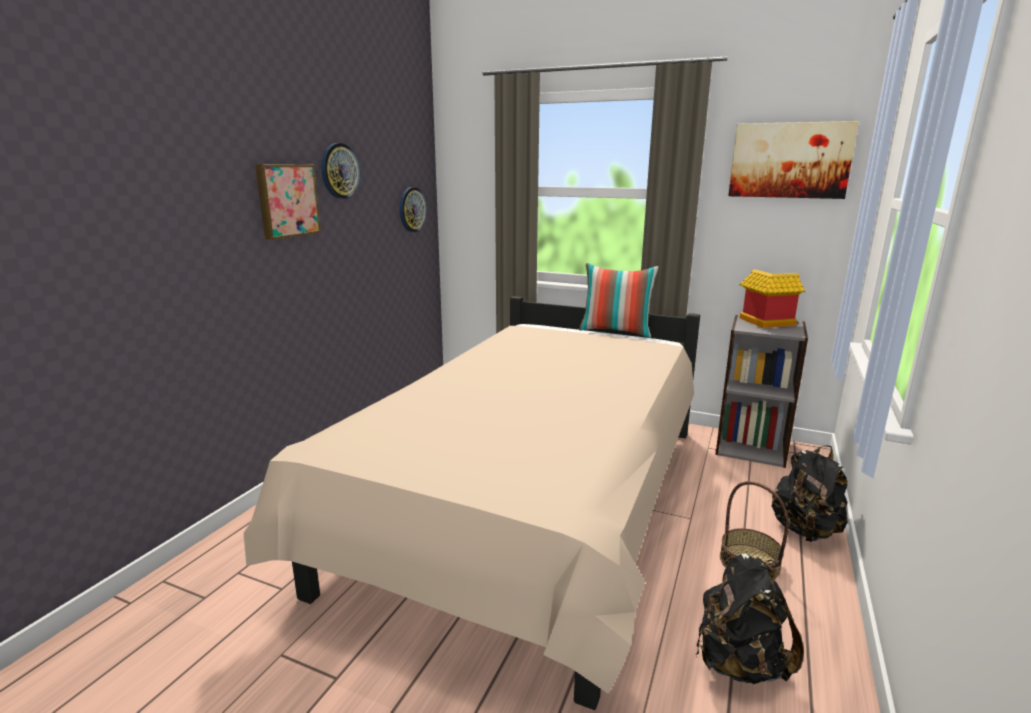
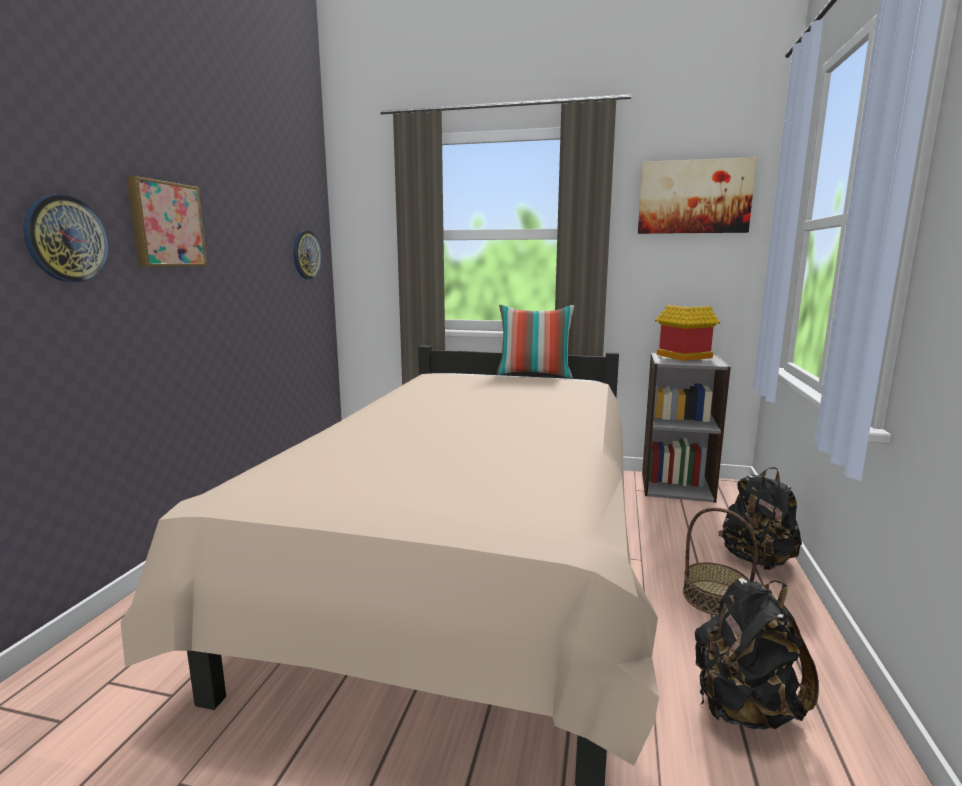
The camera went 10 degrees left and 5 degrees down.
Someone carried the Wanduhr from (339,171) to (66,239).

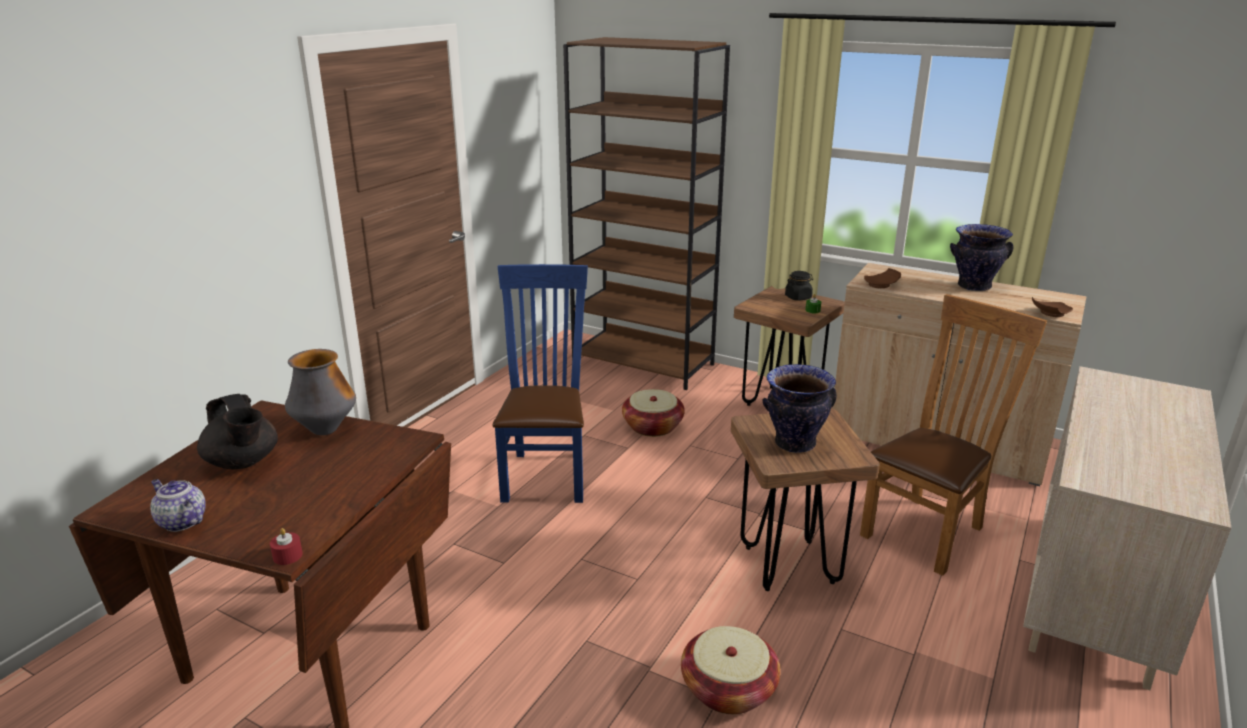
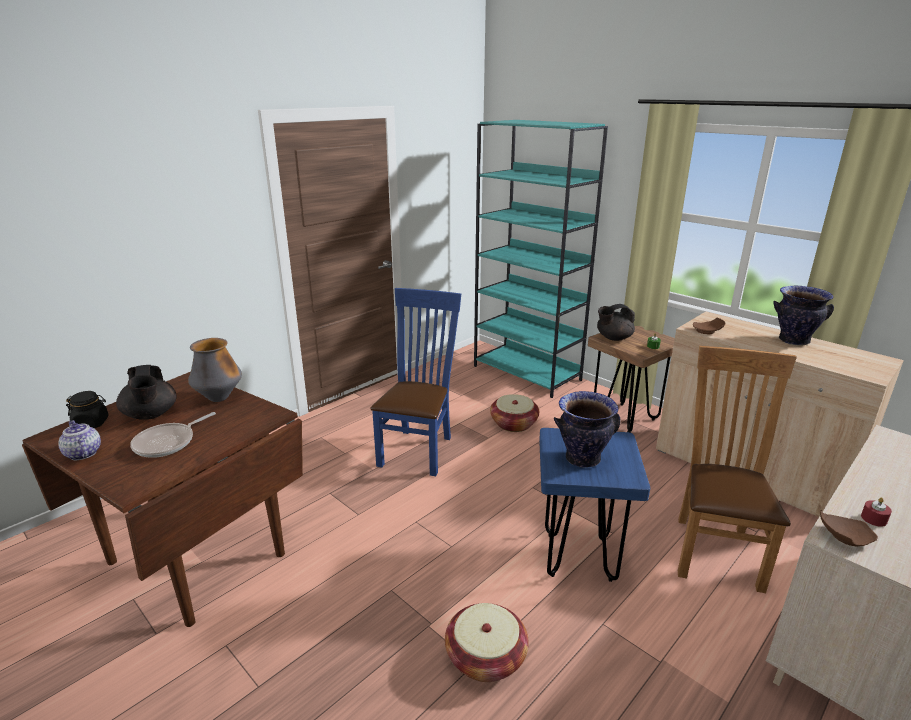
The camera went 15 degrees right and 0 degrees up.
Someone put down the Pfanne at (168,443).
Someone put down the Teekanne/schwarz at (613,338).
Someone carried the Kerze/rot from (287,556) to (873,519).
Someone carried the Vorratsglas/schwarz from (798,297) to (91,423).
Someone carried the Teller/braun from (1049,313) to (843,536).
Someone repainted the Bücherregal/braun at (644,363), which became the Bücherregal/türkis at (527,373).
Someone repainted the Hocker/braun at (789,564), which became the Hocker/blau at (579,557).
Someone rotated the Stuhl/braun at (928,530) by 45 degrees counterclockwise.

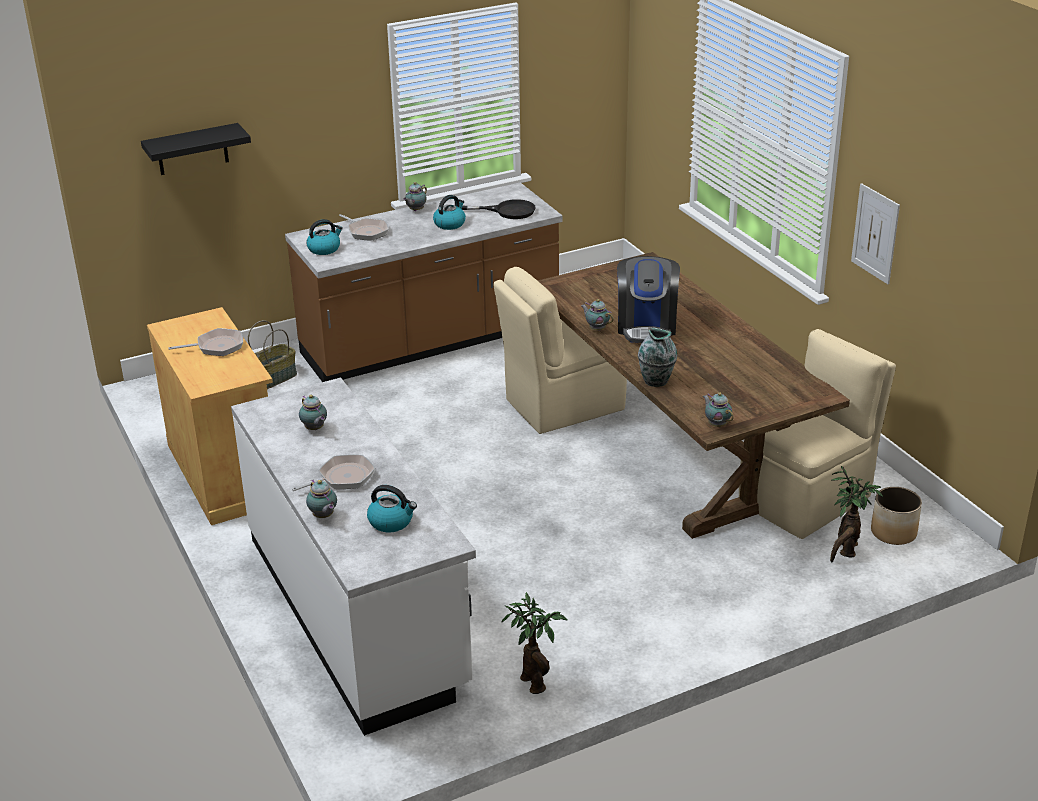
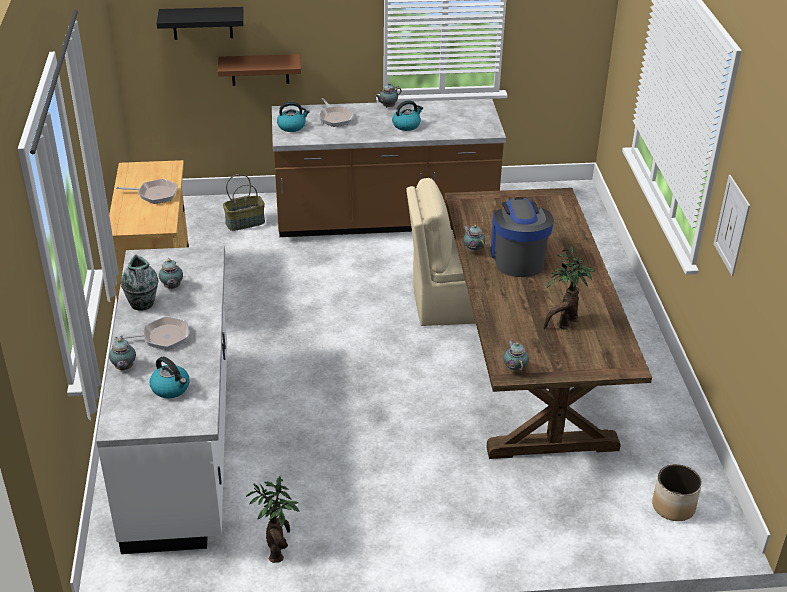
The camera went 20 degrees right and 5 degrees up.
Someone took away the Pfanne/schwarz at (507,211).
Someone took away the Stuhl/beige at (807,498).
Someone put up the Wandregal/braun at (260,69).
Someone carried the Vase from (656,381) to (142,304).
Someone carried the Topfpflanze from (845,551) to (563,324).
Someone rotated the Kaffeemaschine at (646,326) by 150 degrees clockwise.

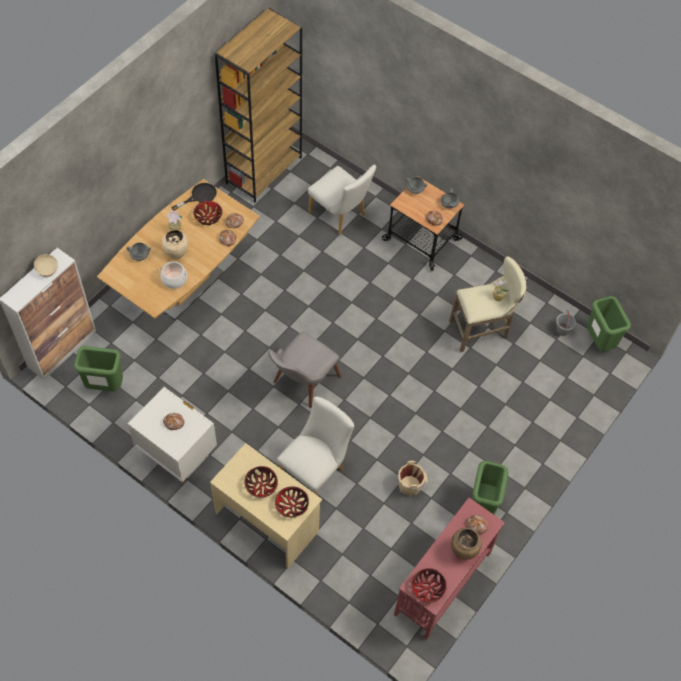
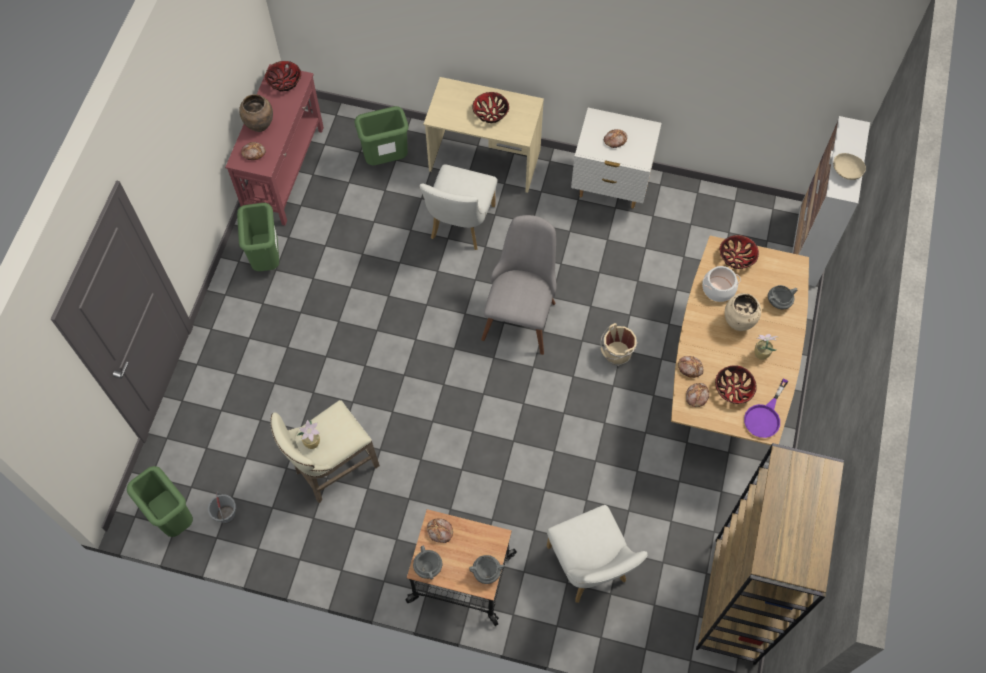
The camera went 160 degrees right and 5 degrees up.
Someone carried the Mülleimer/grün from (104,386) to (386,159).
Someone carried the Schüssel from (291,506) to (737,257).
Someone carried the Eimer/beige from (411,485) to (616,354).
Someone repainted the Pfanne/schwarz at (199,196), which became the Pfanne/lila at (764,416).
Someone rotated the Stuhl/weiß at (340,215) by 135 degrees counterclockwise.

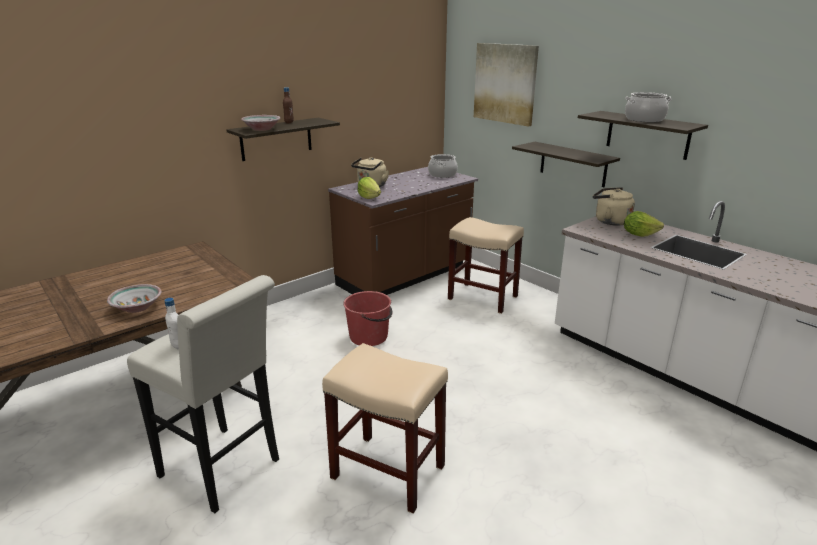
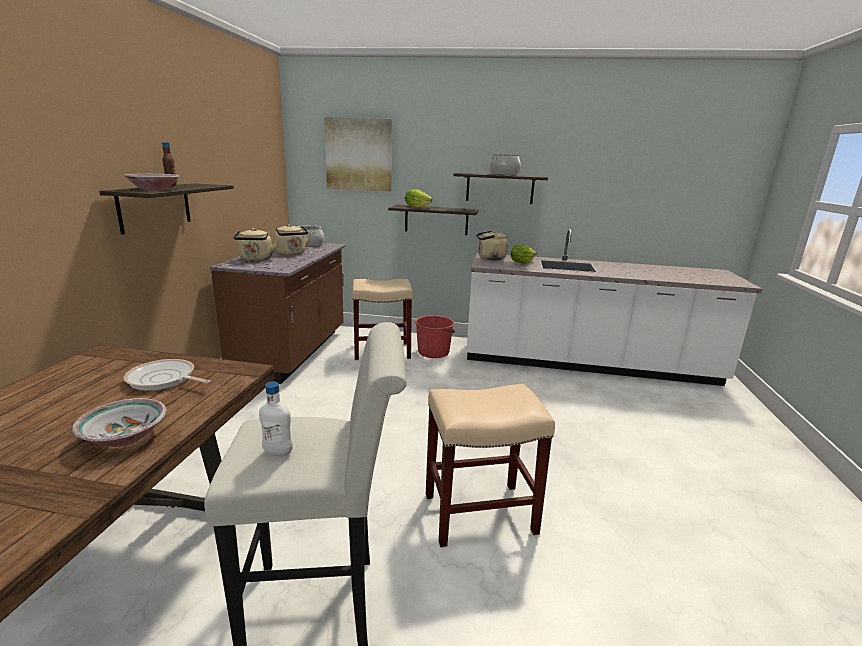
The camera went 40 degrees left and 5 degrees down.
Someone put down the Pfanne at (164,380).
Someone put down the Wasserkessel/beige at (292,254).
Someone carried the Eimer/rot from (369,336) to (434,352).
Someone carried the Salatkopf from (369,197) to (416,207).

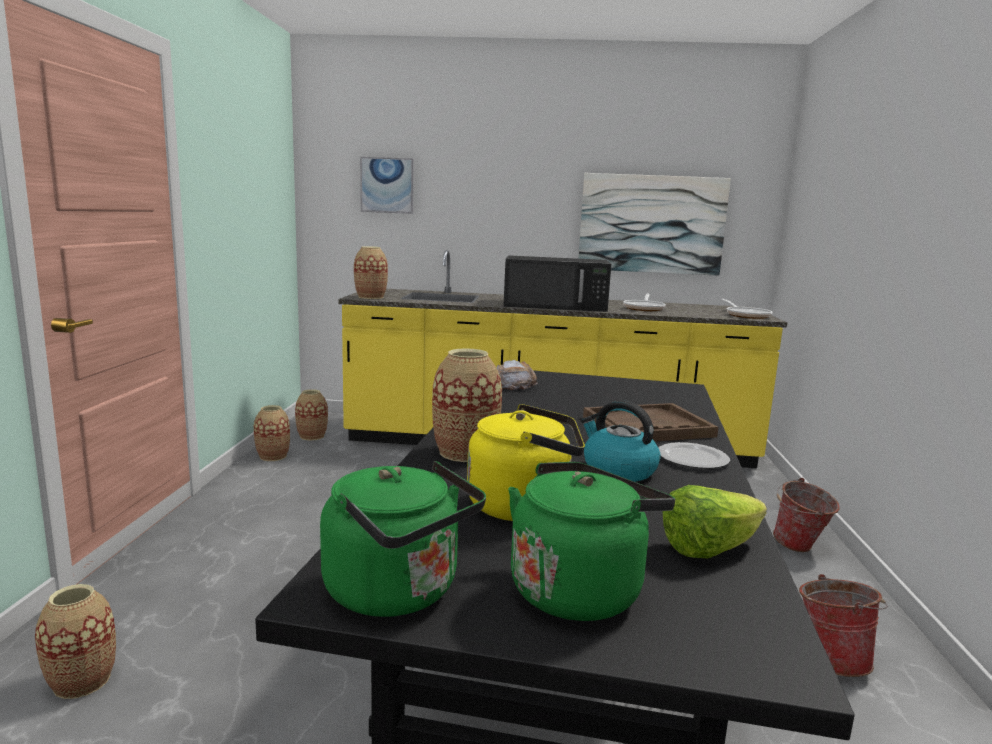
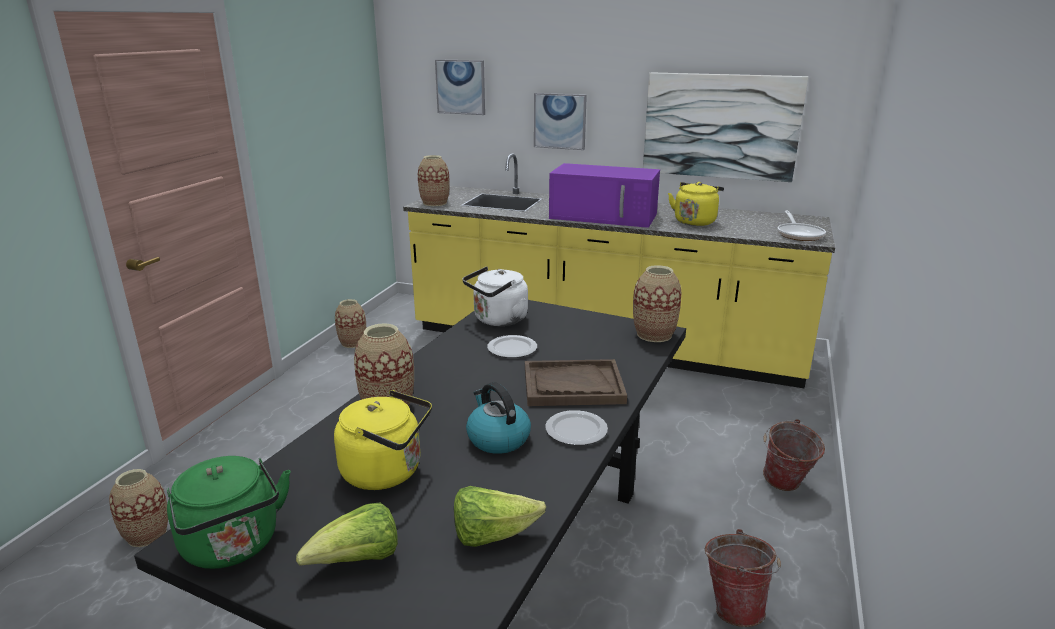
The camera went 15 degrees right and 10 degrees up.
Someone put down the Teller at (512,348).
Someone put up the Bild at (560,121).
Someone carried the Vase from (312,436) to (654,334).
Someone swapped the Brot at (512,384) for the Wasserkessel/weiß at (498,320).
Someone swapped the Wasserkessel/grün at (579,589) for the Salatkopf at (358,561).
Someone swapped the Pfanne at (644,308) for the Wasserkessel/gelb at (695,221).
Someone repainted the Mikrowelle/schwarz at (556,305), which became the Mikrowelle/lila at (605,216).

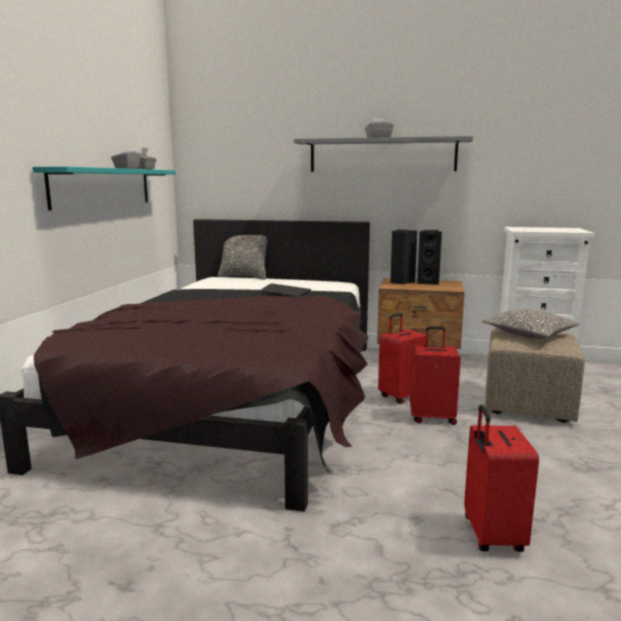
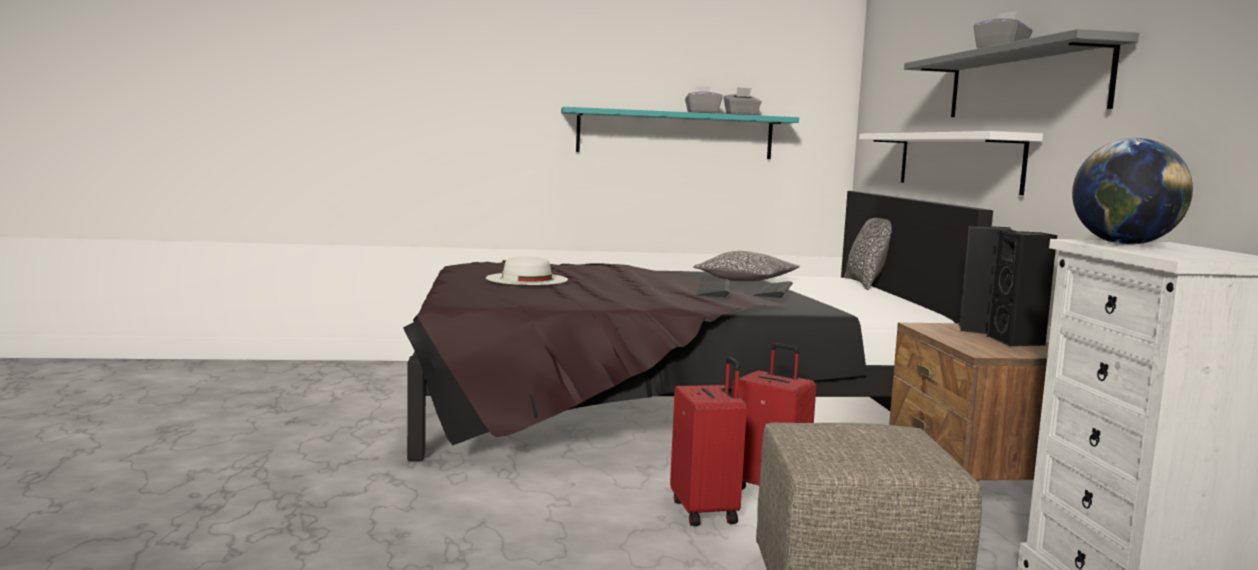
The camera went 70 degrees right and 5 degrees down.
Someone took away the Koffer/rot at (491,535).
Someone put down the Hut/weiß at (527,279).
Someone put down the Tastatur at (713,290).
Someone put up the Wandregal/weiß at (957,161).
Someone put down the Globus at (1124,244).
Someone carried the Kissen from (529,334) to (746,280).

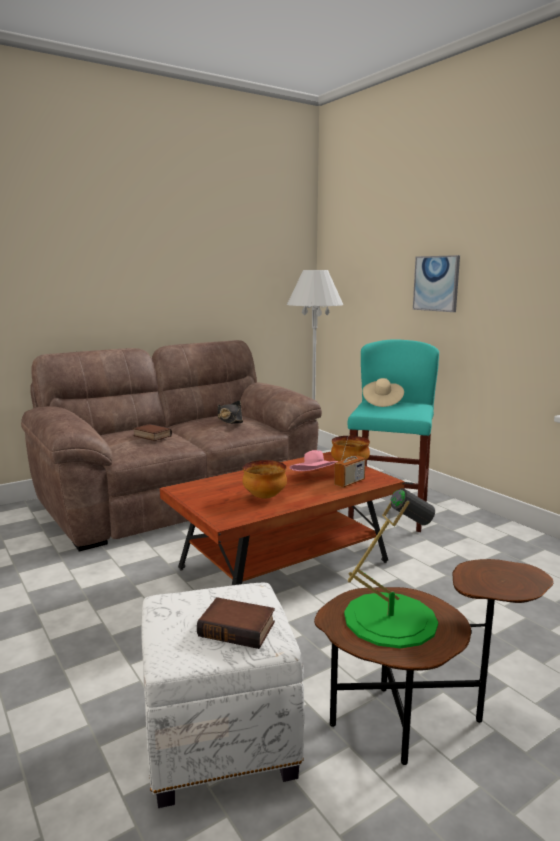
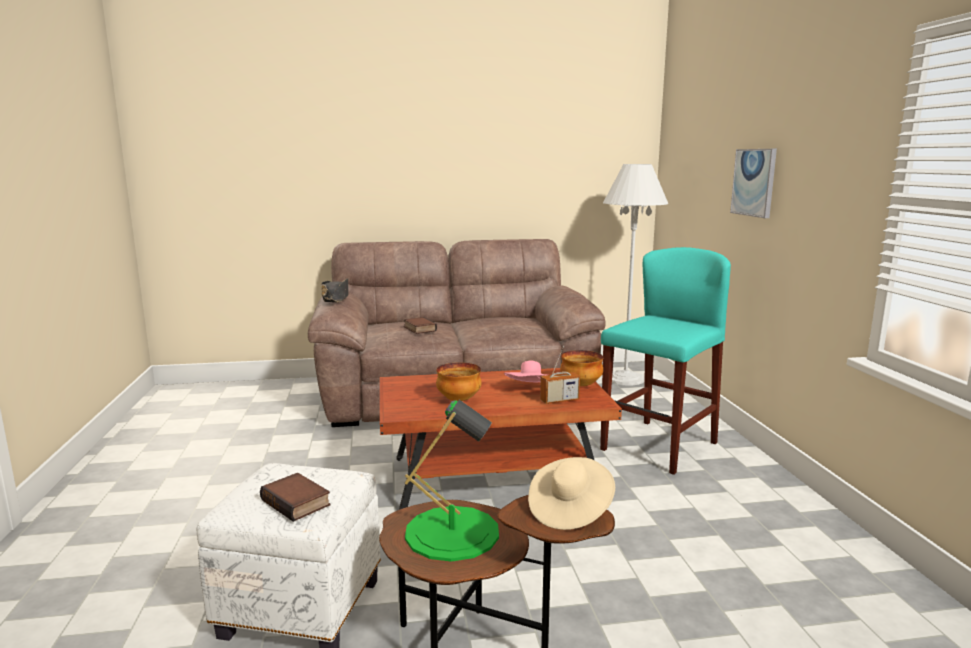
The camera went 25 degrees right and 0 degrees up.
Someone carried the Hut/schwarz from (229,420) to (336,298).
Someone carried the Hut/beige from (382,402) to (570,510).

